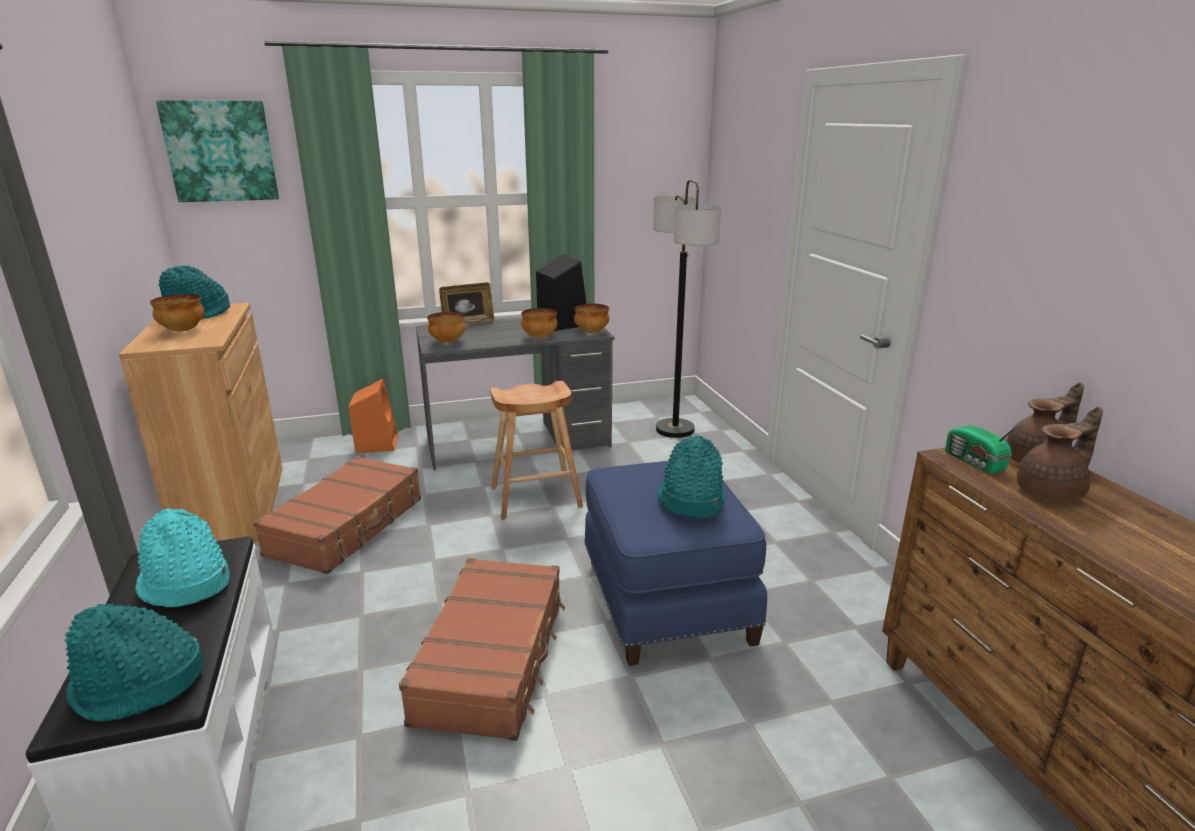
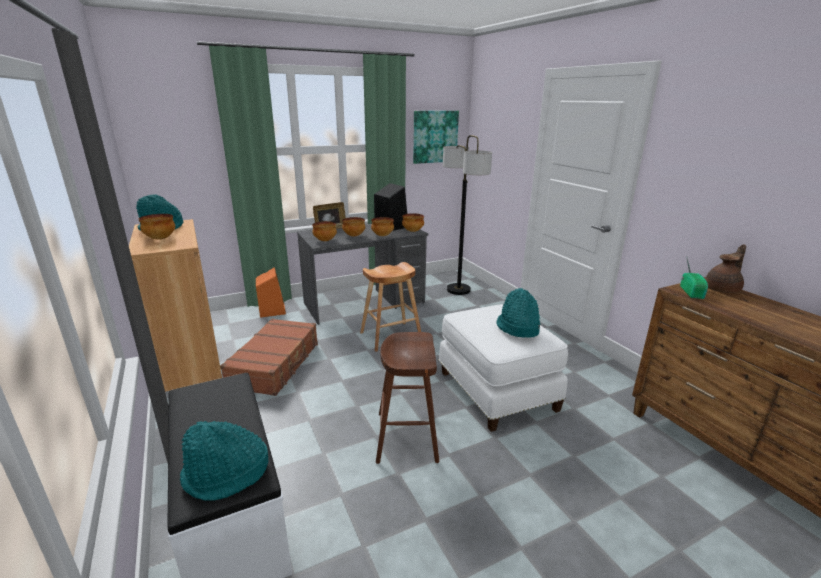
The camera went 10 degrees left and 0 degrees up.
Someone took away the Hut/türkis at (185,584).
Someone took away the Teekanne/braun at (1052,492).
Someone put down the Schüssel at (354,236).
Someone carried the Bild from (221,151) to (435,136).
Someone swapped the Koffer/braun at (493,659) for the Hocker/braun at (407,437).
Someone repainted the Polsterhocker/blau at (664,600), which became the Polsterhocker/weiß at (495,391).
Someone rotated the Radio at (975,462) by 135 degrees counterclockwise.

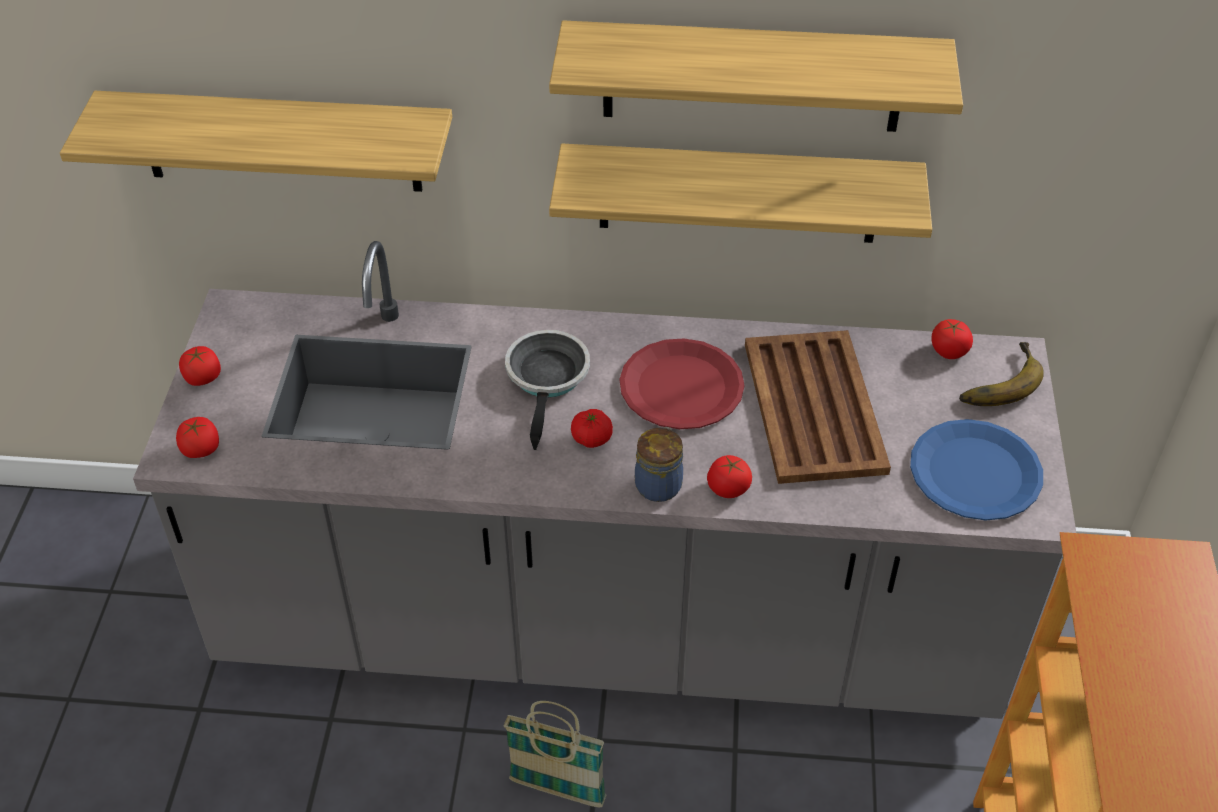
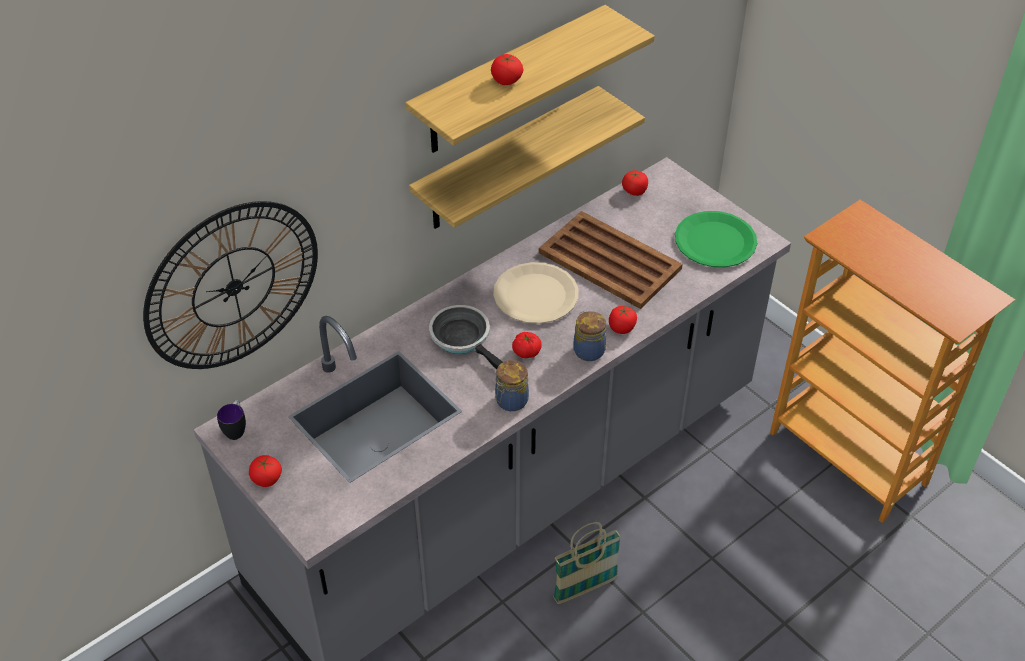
The camera went 45 degrees left and 0 degrees up.
Someone took away the Banane at (995,380).
Someone put down the Henkelbecher at (236,429).
Someone put down the Vorratsglas at (510,401).
Someone carried the Tomate from (201,449) to (506,80).
Someone swapped the Wandregal at (280,141) for the Wanduhr at (233,286).
Someone repainted the Teller/rot at (681,387), which became the Teller/beige at (536,295).
Someone repainted the Teller/blau at (975,473), which became the Teller/grün at (715,241).

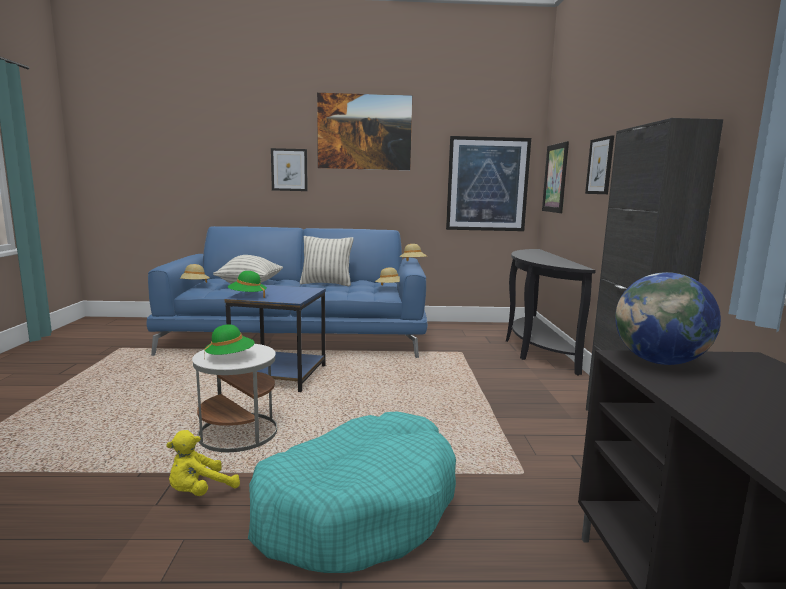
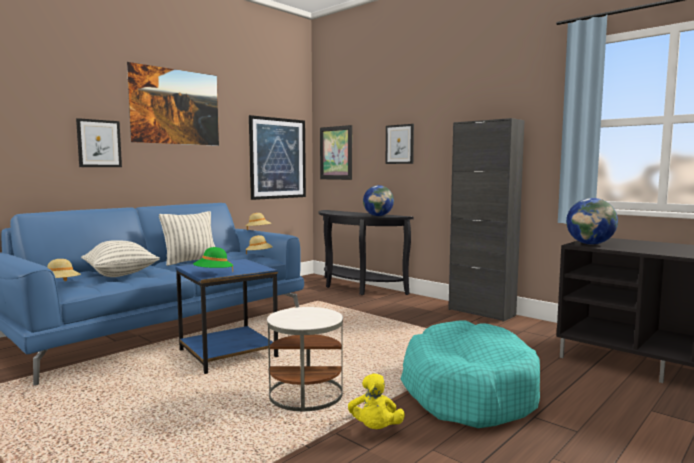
The camera went 45 degrees left and 5 degrees down.
Someone took away the Hut/grün at (230,357).
Someone put down the Globus at (378,216).

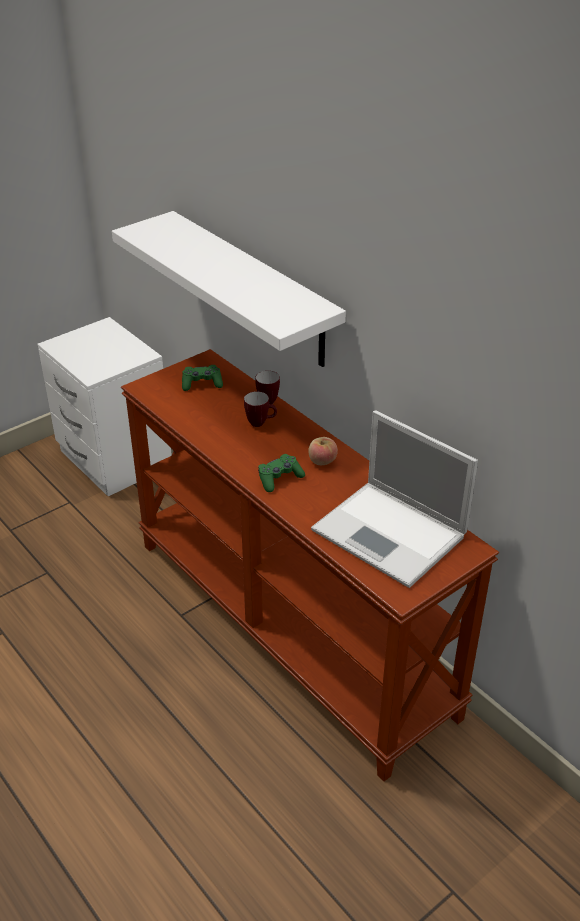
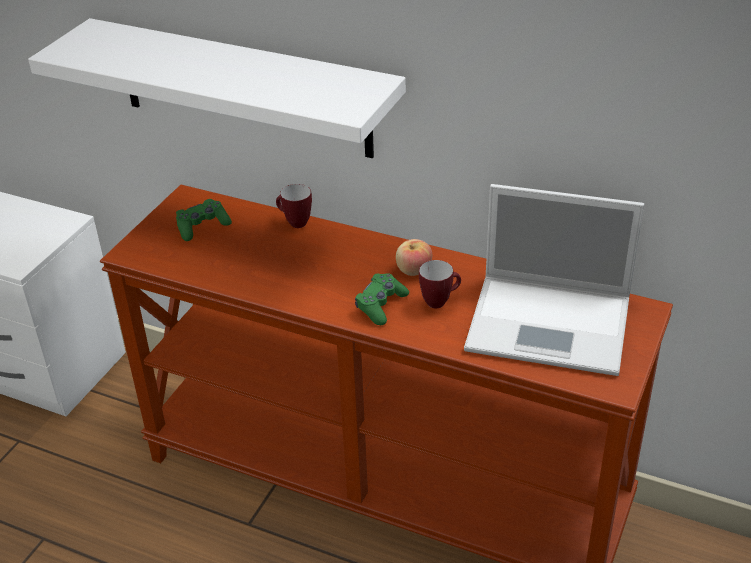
The camera went 25 degrees left and 0 degrees up.
Someone carried the Henkelbecher from (260,423) to (440,301).

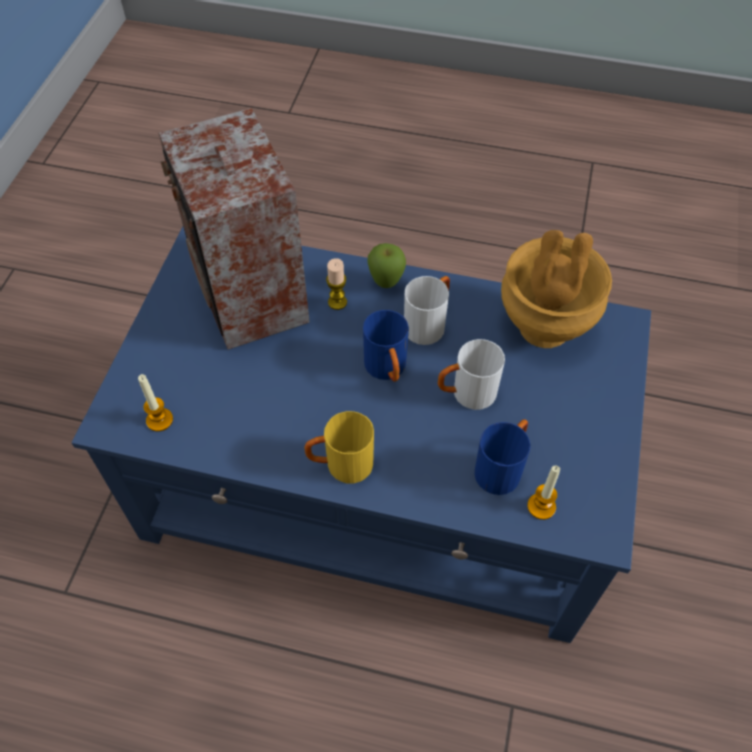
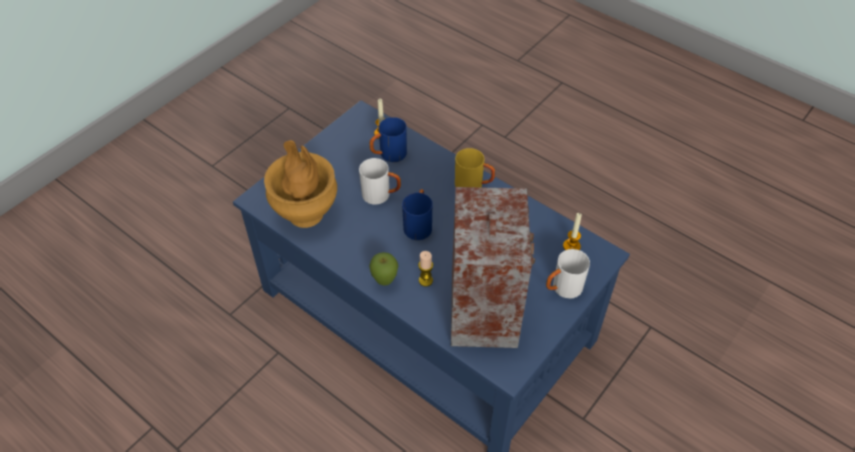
The camera went 155 degrees left and 5 degrees down.
Someone carried the Henkelbecher/weiß from (428,323) to (562,289).

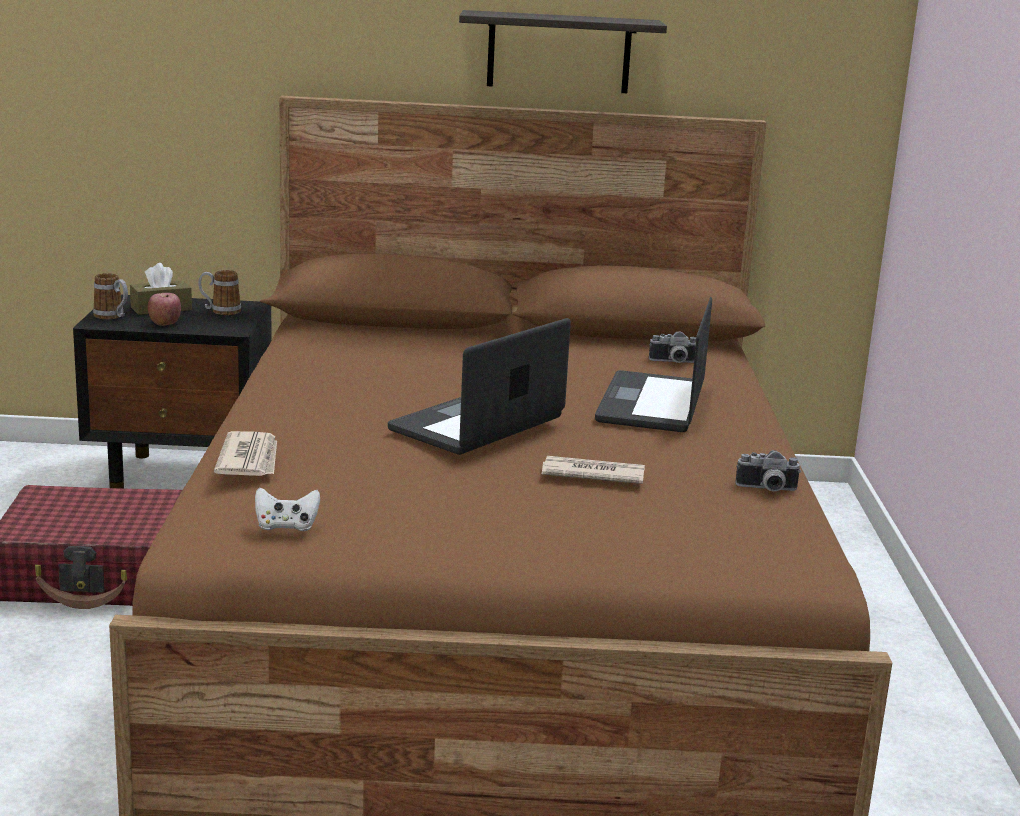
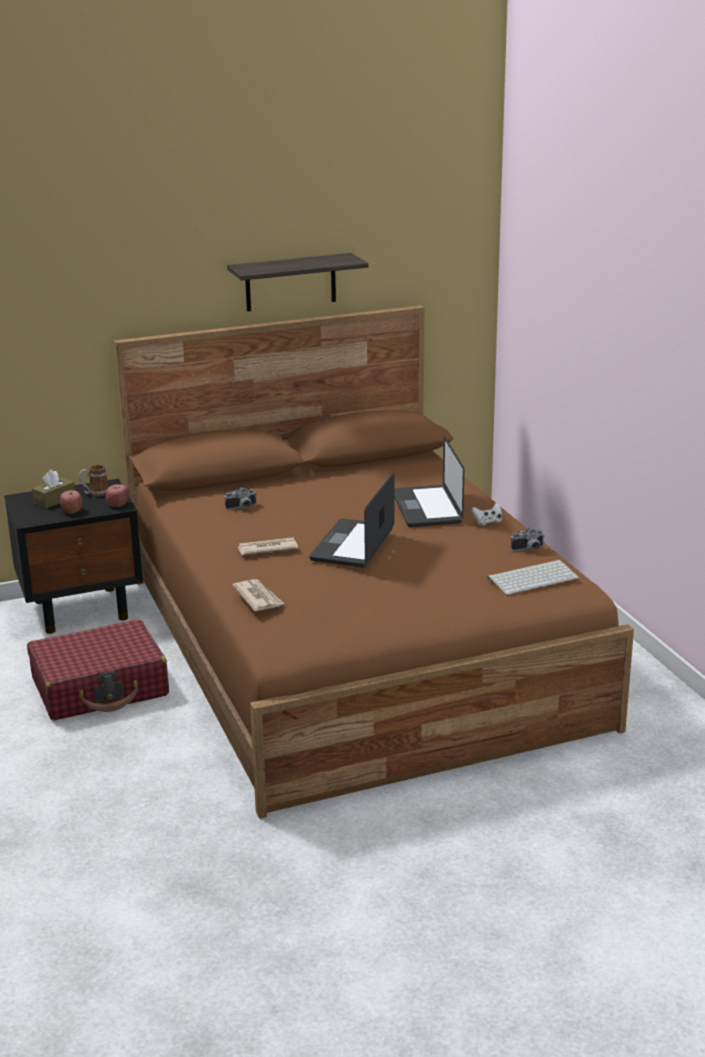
The camera went 20 degrees left and 5 degrees up.
Someone took away the Henkelbecher at (112,317).
Someone put down the Apfel at (117,505).
Someone put down the Tastatur at (533,578).
Someone carried the Gamepad/weiß from (286,526) to (487,522).
Someone carried the Zeitung from (591,474) to (267,549).
Someone carried the Kamera from (673,362) to (242,508).

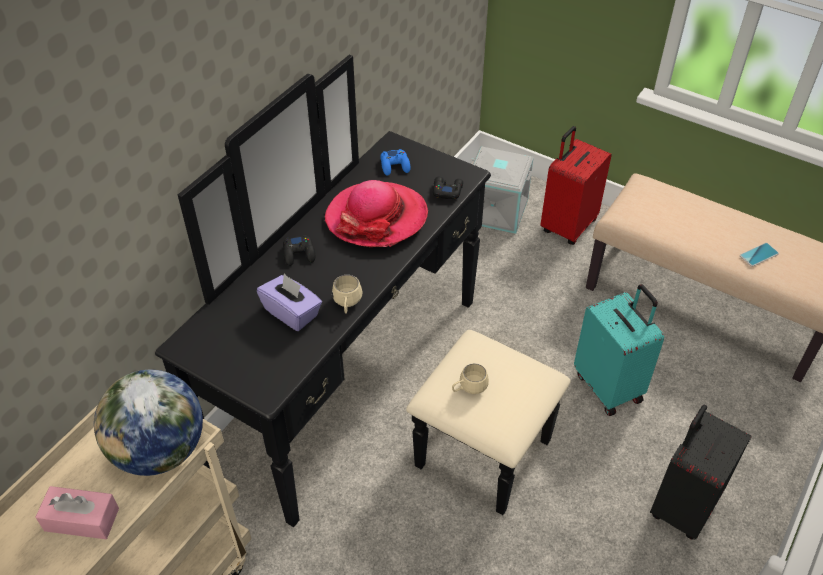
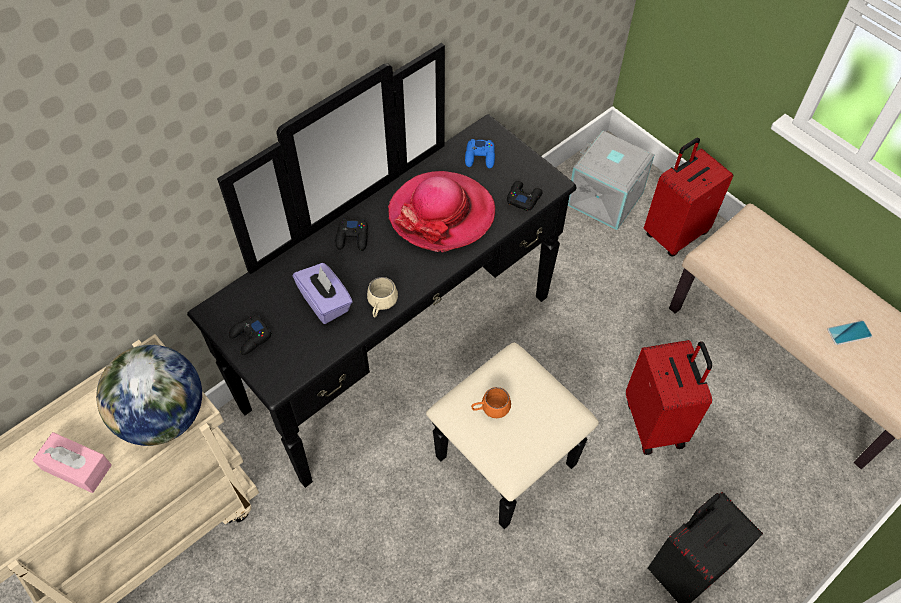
The camera went 15 degrees right and 10 degrees up.
Someone put down the Gamepad/schwarz at (250,337).
Someone repainted the Henkelbecher/beige at (468,389), which became the Henkelbecher/orange at (490,409).
Someone repainted the Koffer/türkis at (609,386), which became the Koffer/rot at (656,423).

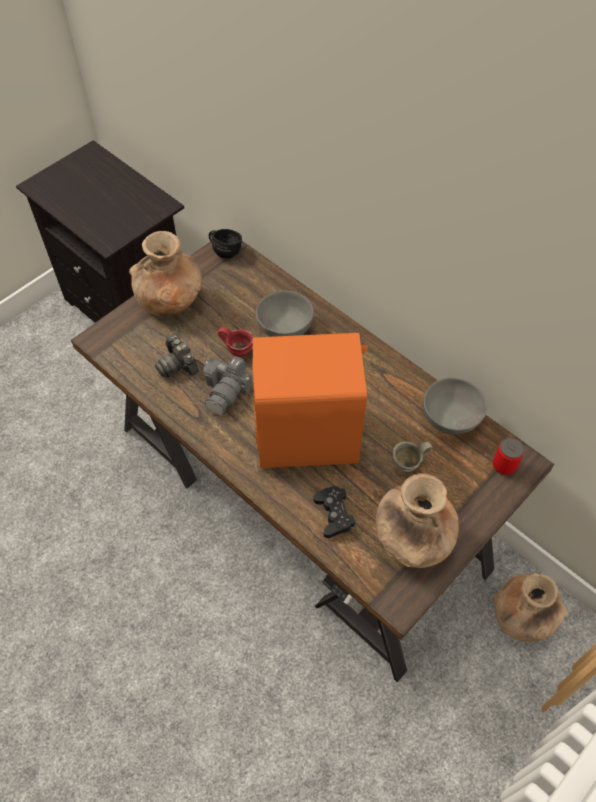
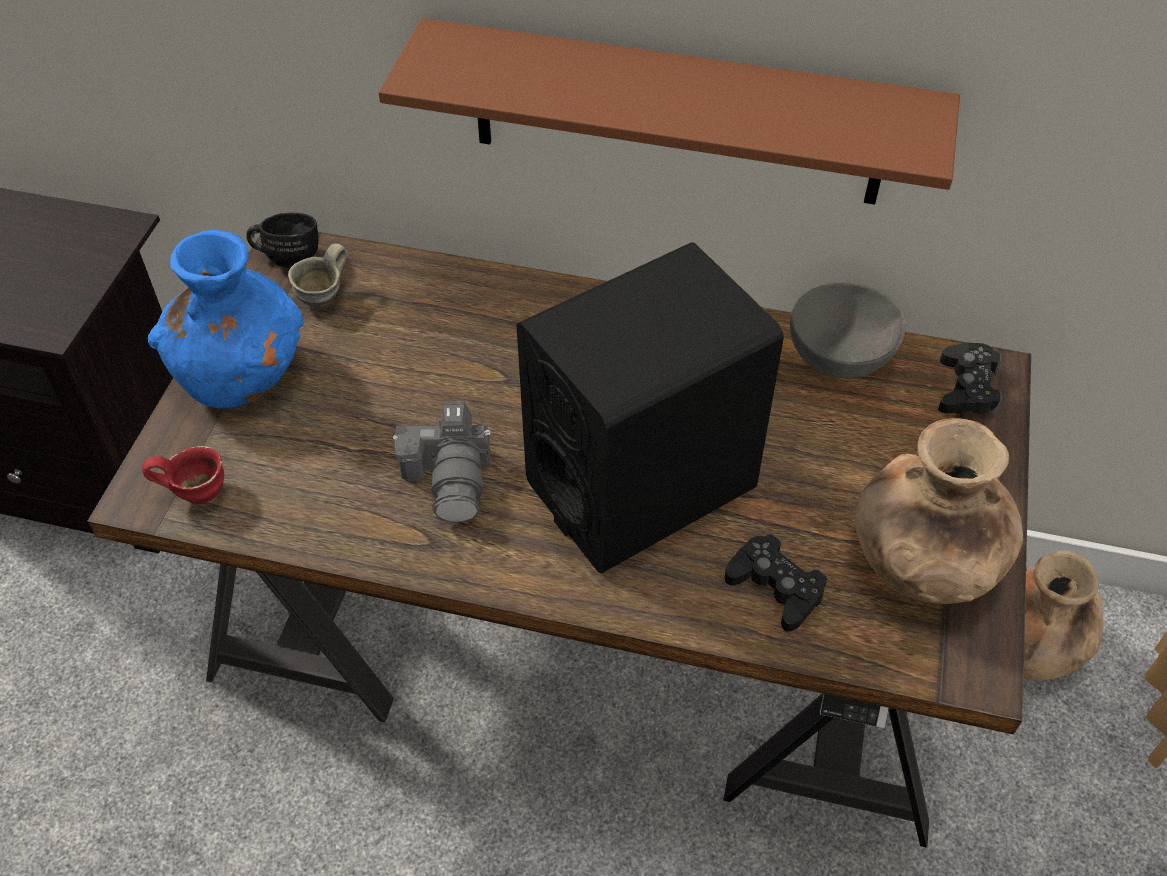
The camera went 30 degrees left and 5 degrees down.
Someone took away the Kamera at (177,365).
Someone took away the Schüssel/grau at (283,328).
Someone put up the Wandregal/braun at (677,114).
Someone carried the Henkelbecher/rot from (238,349) to (197,491).
Someone carried the Henkelbecher/grau from (408,465) to (325,299).
Someone swapped the Dose at (504,465) for the Gamepad/schwarz at (967,388).
Someone repainted the Vase/braun at (171,301), which became the Vase/blau at (243,374).
Someone repainted the Lautsprecher/orange at (308,436), which became the Lautsprecher/schwarz at (641,485).

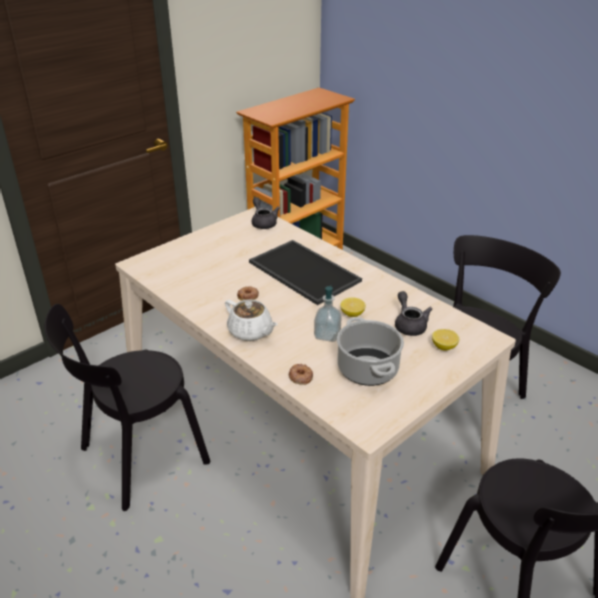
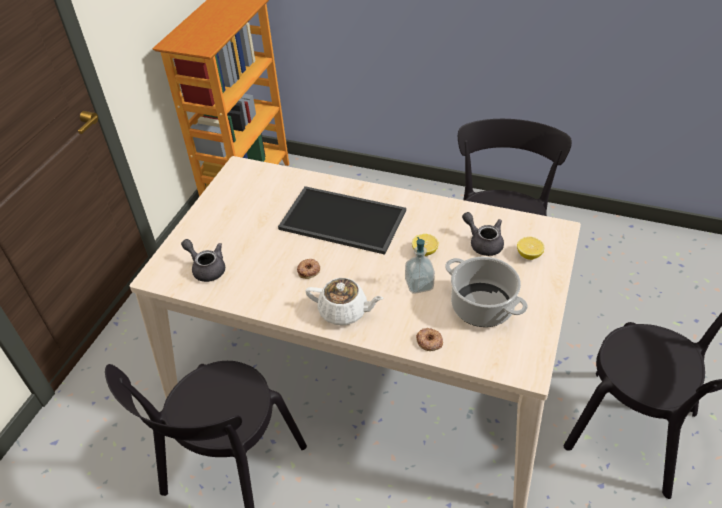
The camera went 25 degrees left and 10 degrees up.
Someone carried the Teekanne/grau from (263,222) to (206,268).

